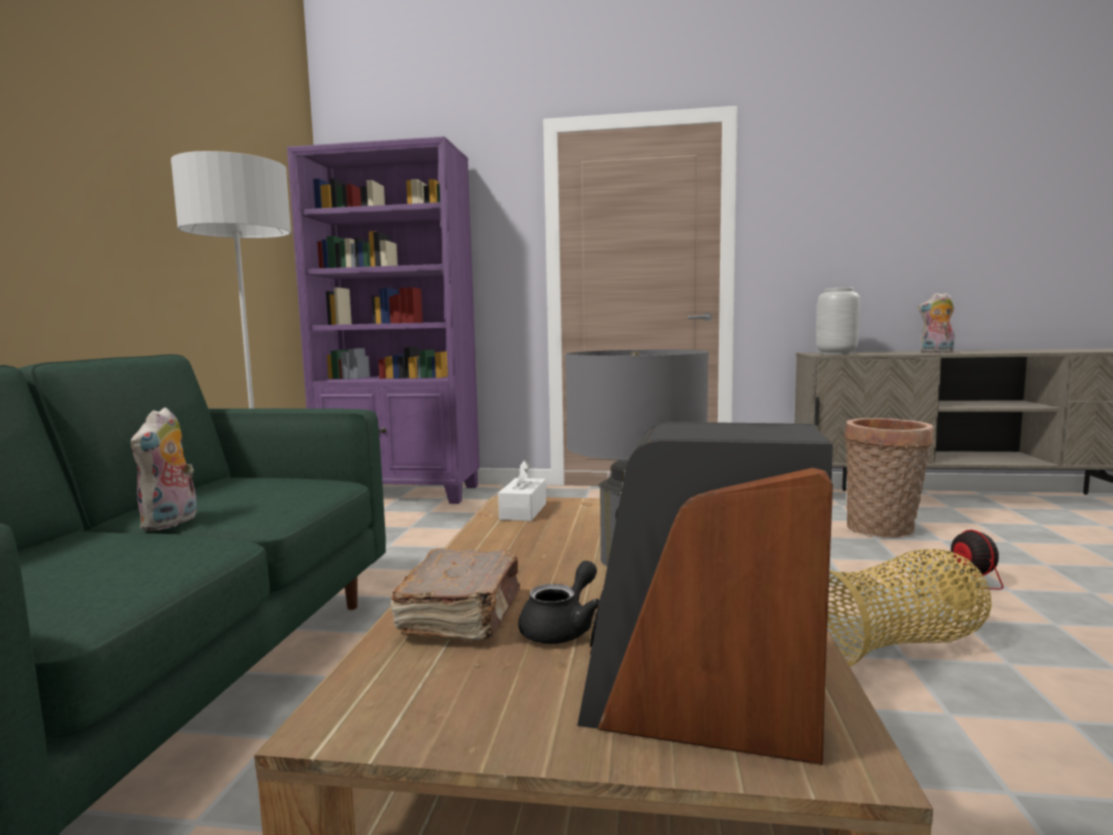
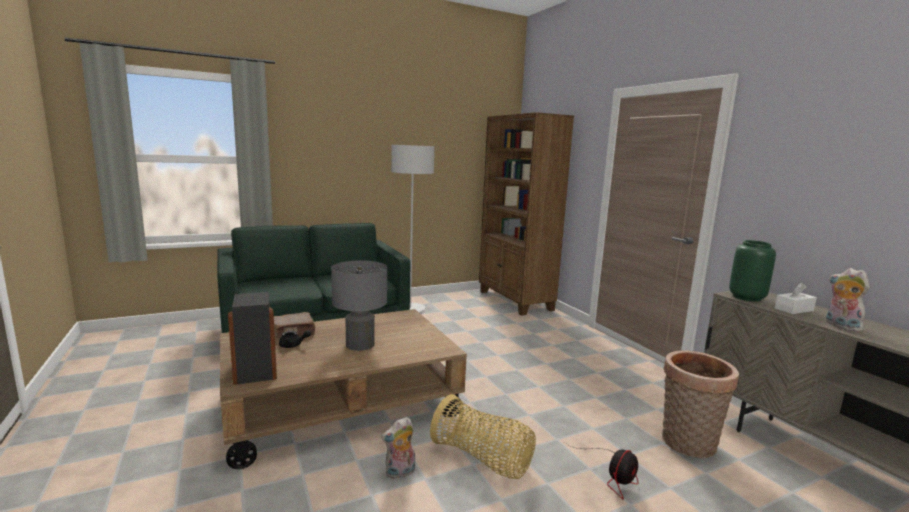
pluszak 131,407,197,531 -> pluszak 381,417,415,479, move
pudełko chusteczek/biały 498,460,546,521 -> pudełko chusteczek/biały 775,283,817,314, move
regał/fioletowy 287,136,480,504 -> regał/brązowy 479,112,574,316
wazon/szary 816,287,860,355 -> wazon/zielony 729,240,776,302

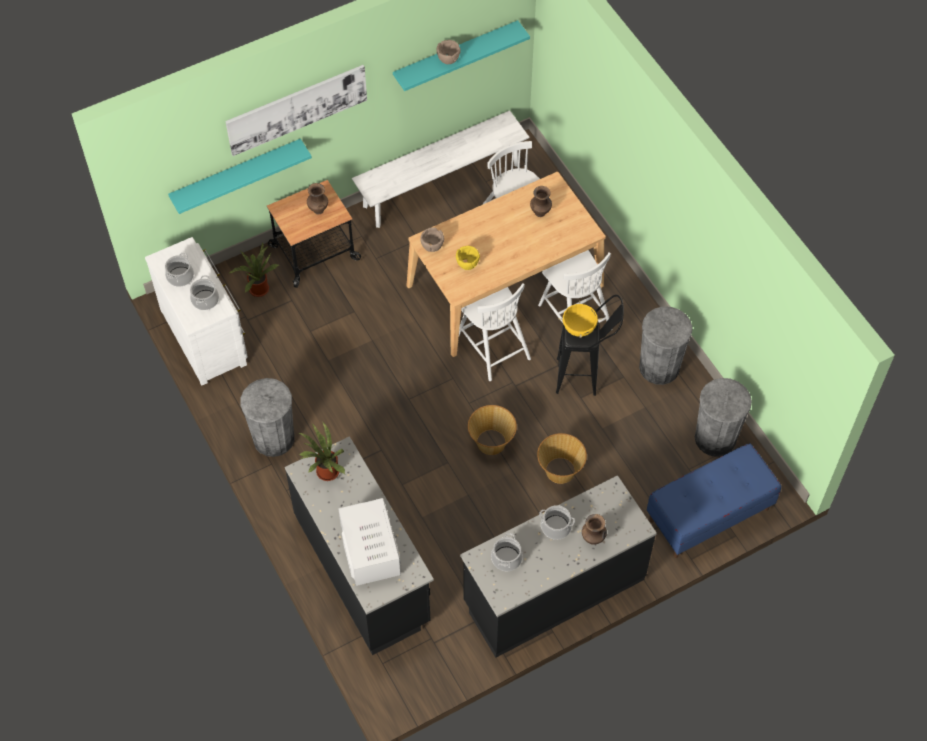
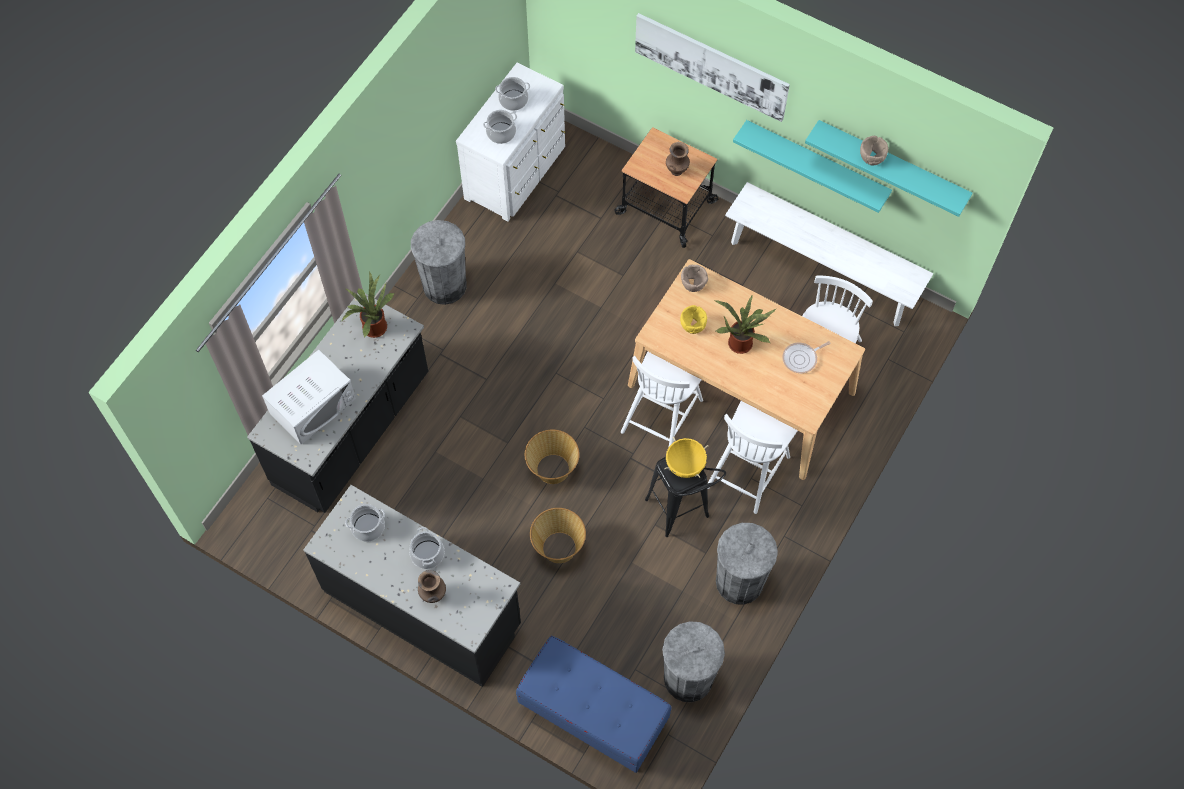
półka/turkusowy 168,139,312,214 -> półka/turkusowy 733,120,892,213, move
roślina doniczkowa 229,242,279,297 -> roślina doniczkowa 714,294,776,354, move
wazon/brązowy 530,186,552,217 -> patelnia 782,341,830,373

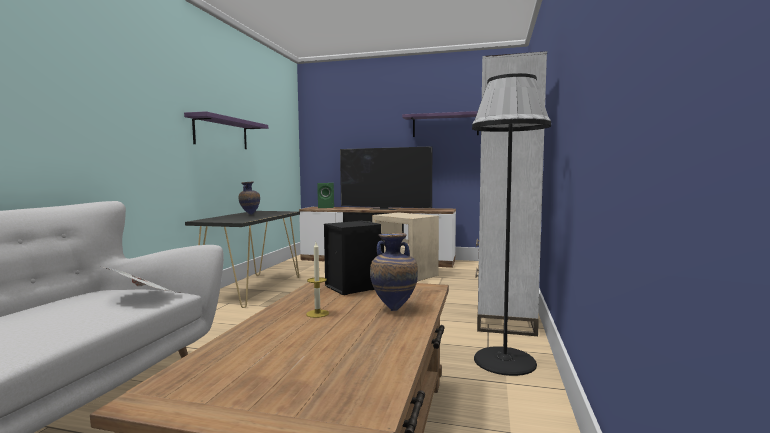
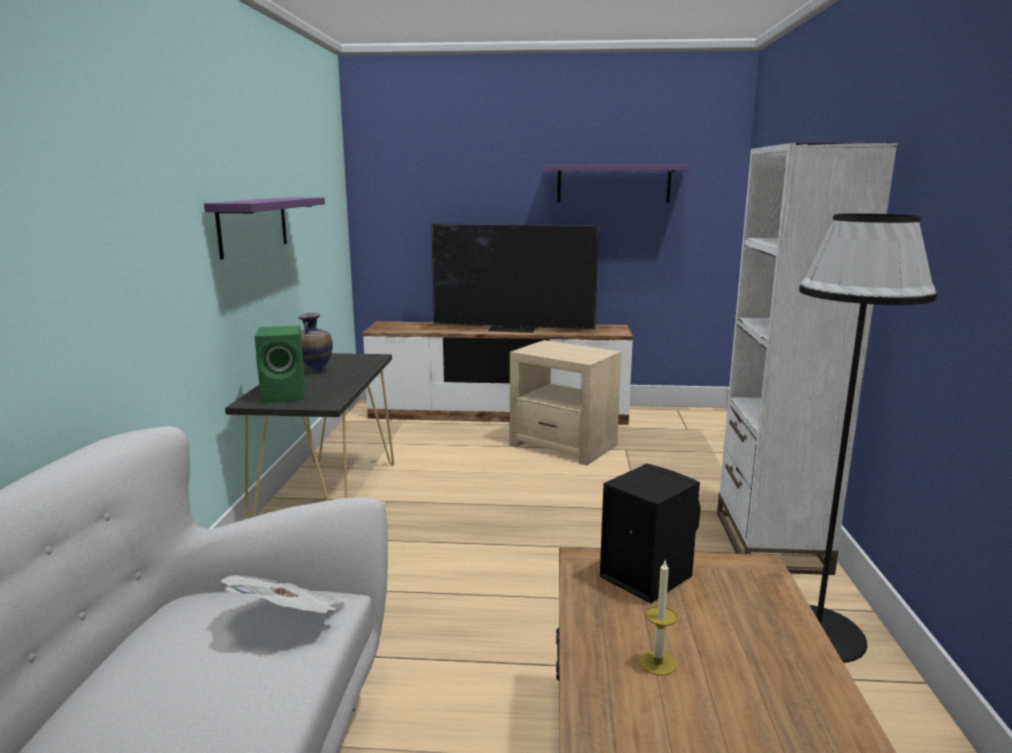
wazon 370,233,418,311 -> none
głośnik/zielony 317,183,334,208 -> głośnik/zielony 255,325,305,403, move

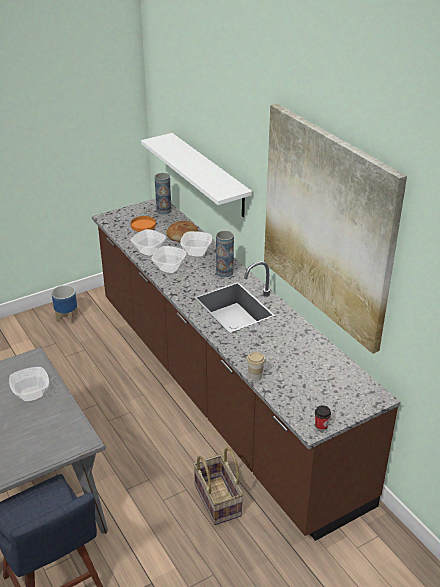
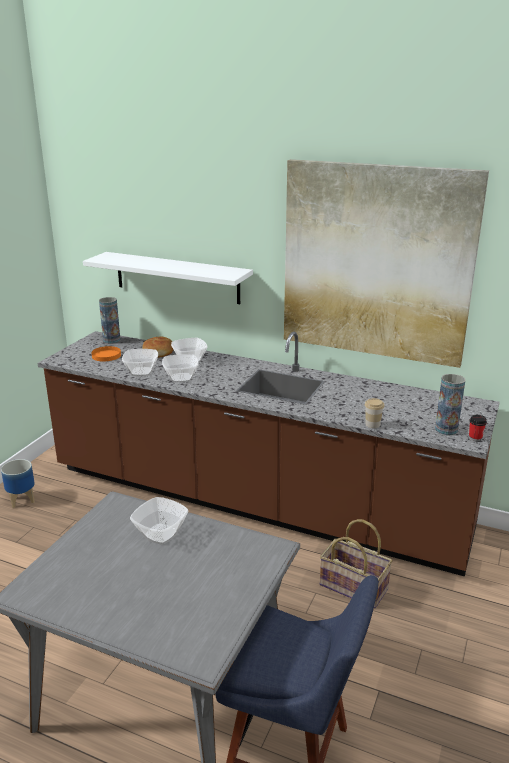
wazon 216,231,234,277 -> wazon 435,374,466,435, move

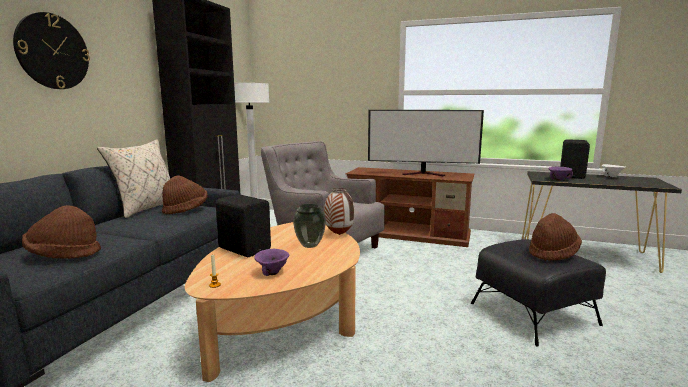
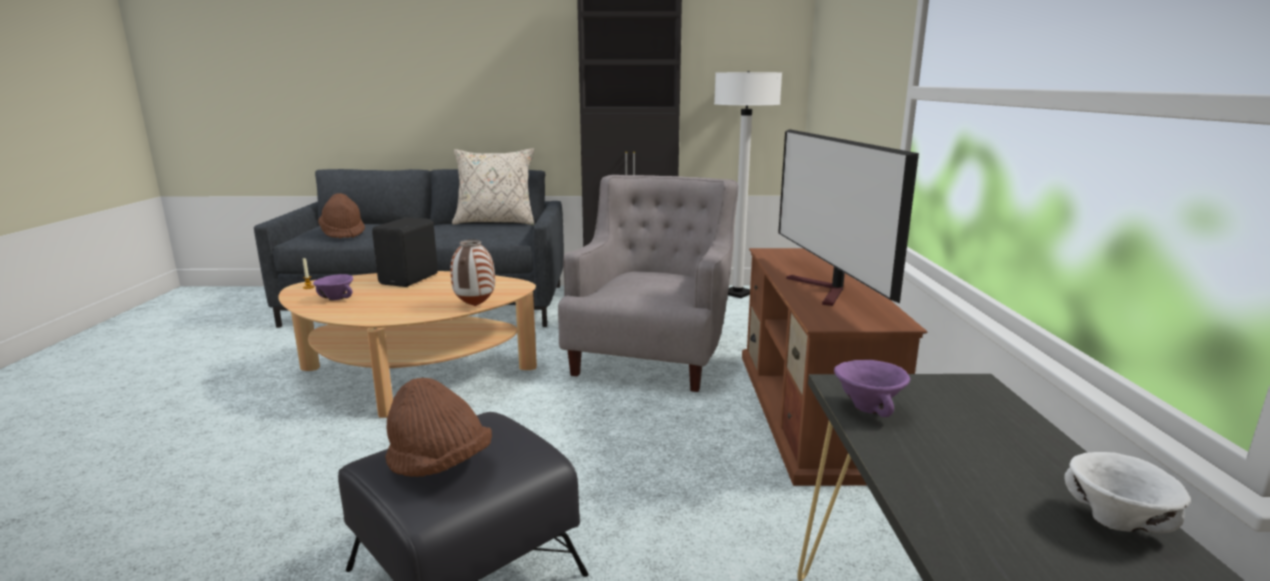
zegar ścienny 13,12,90,89 -> none
kapelusz/brązowy 162,175,208,215 -> none
wazon 293,204,326,248 -> none
głośnik/czarny 560,139,590,179 -> none

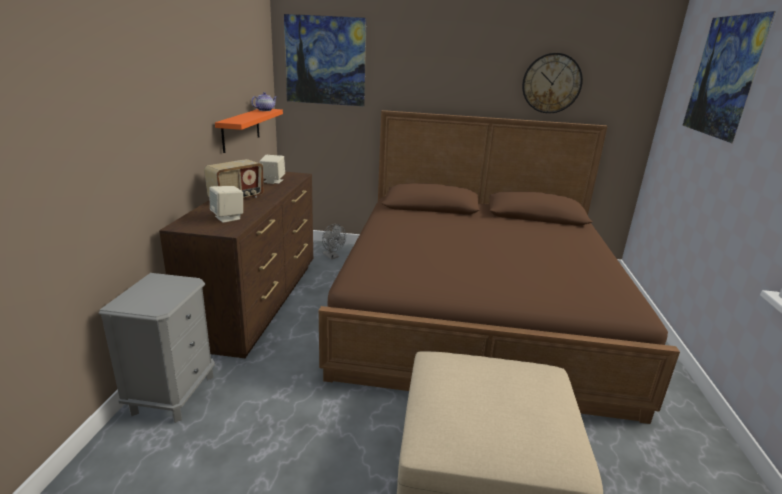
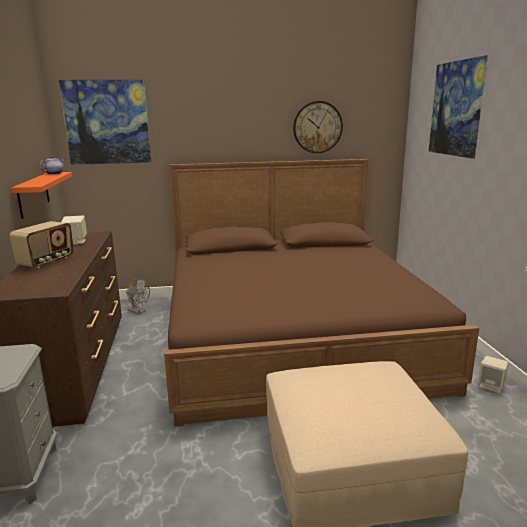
głośnik/beżowy 209,186,243,223 -> głośnik/beżowy 478,356,509,393, move

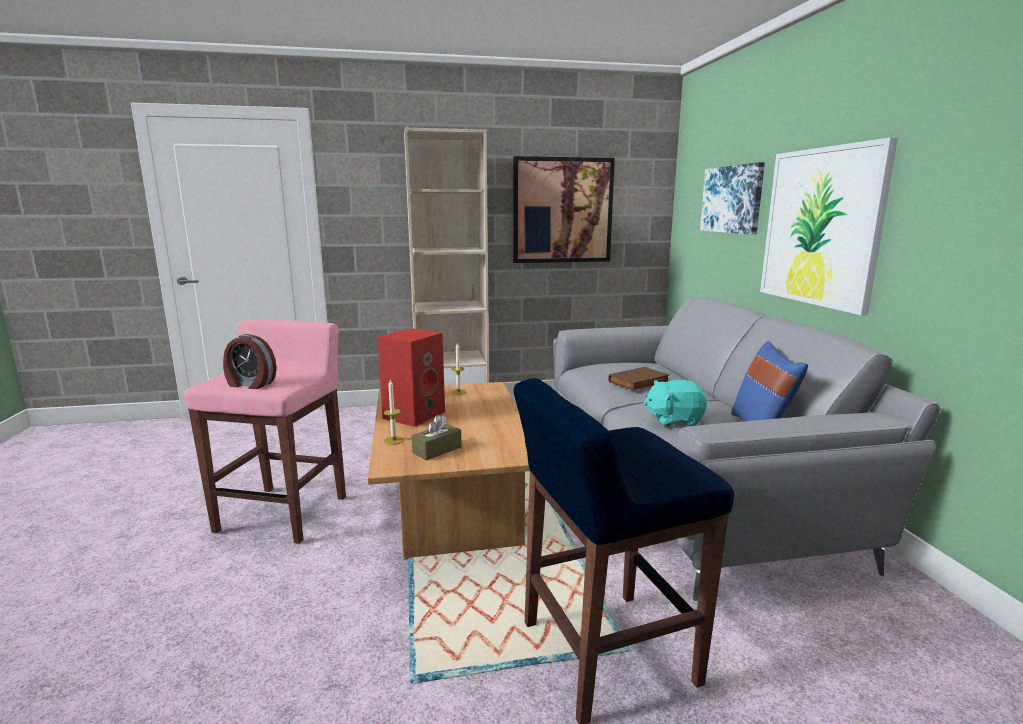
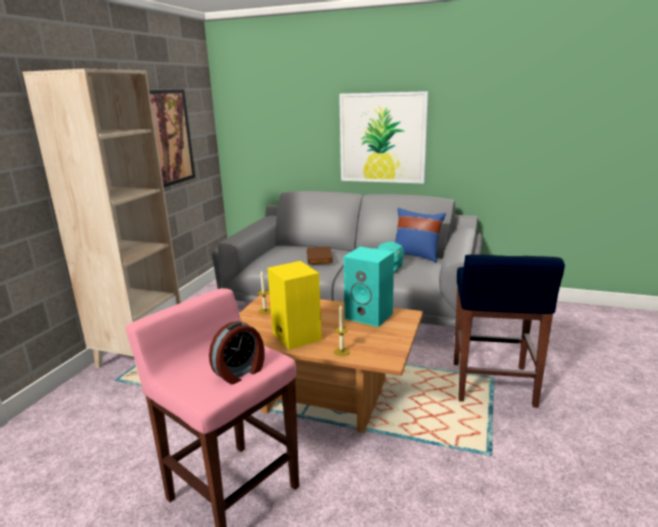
pudełko chusteczek/brązowy 412,415,462,460 -> none
obraz 700,162,765,234 -> none
none -> głośnik/turkusowy 344,247,394,327
głośnik/czerwony 377,328,445,427 -> głośnik/żółty 267,261,322,350

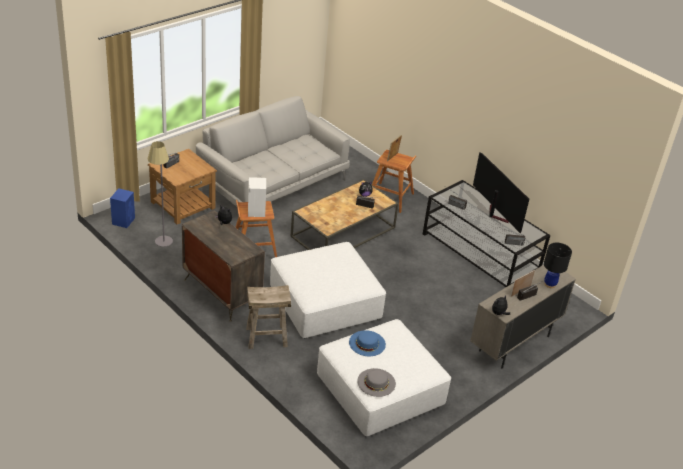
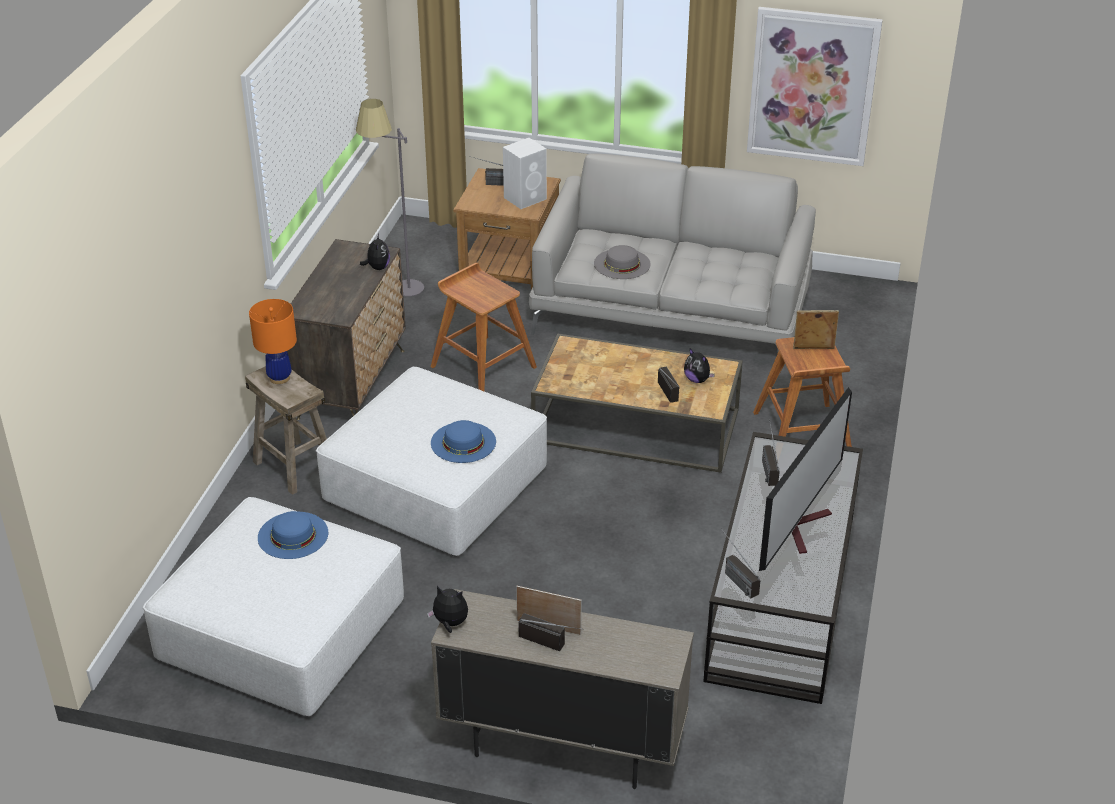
głośnik/niebieski 110,188,135,228 -> none
lampa stołowa/czarny 544,243,572,288 -> none
none -> lampa stołowa/pomarańczowy 249,299,297,384
none -> kapelusz/niebieski 431,420,496,463
none -> obraz 747,7,883,166
głośnik/biały 248,177,266,217 -> głośnik/biały 503,138,547,209, move
kapelusz/szary 357,368,396,397 -> kapelusz/szary 594,245,651,279, move

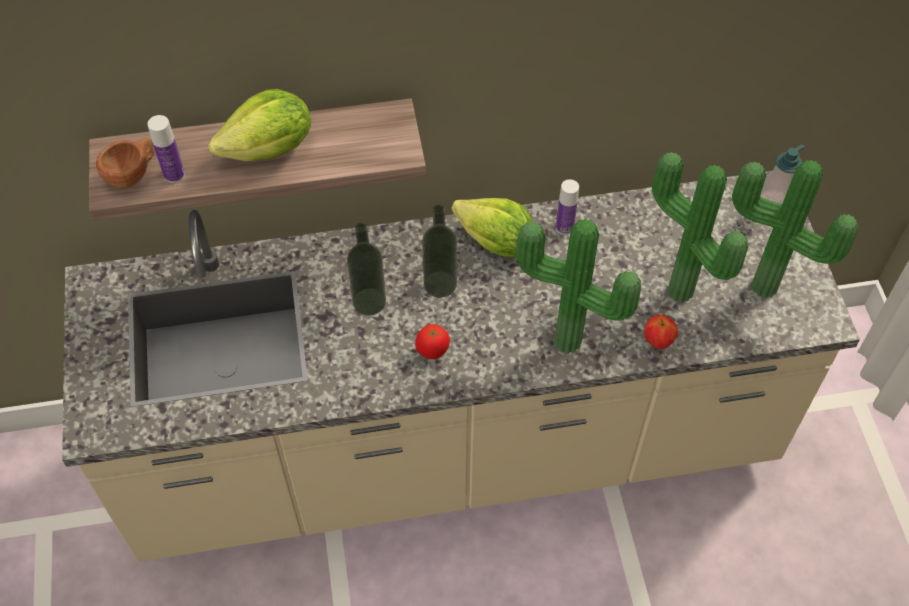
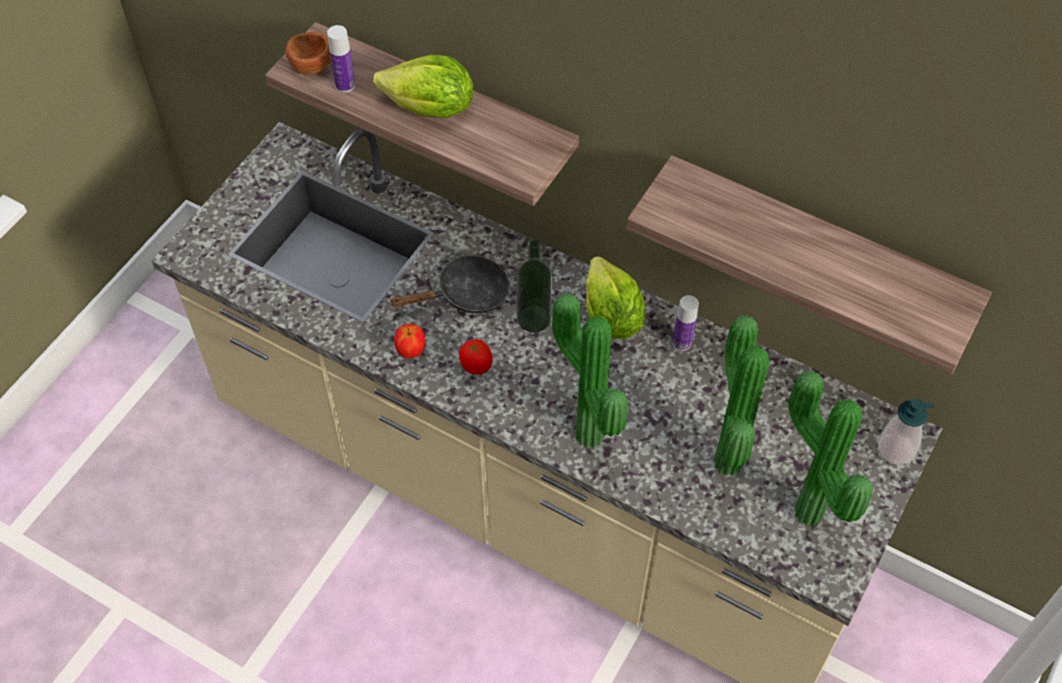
none -> półka 627,155,992,375
jabłko 644,314,678,349 -> jabłko 394,324,425,358, move
butelka 347,223,386,315 -> patelnia/czarny 389,255,510,313

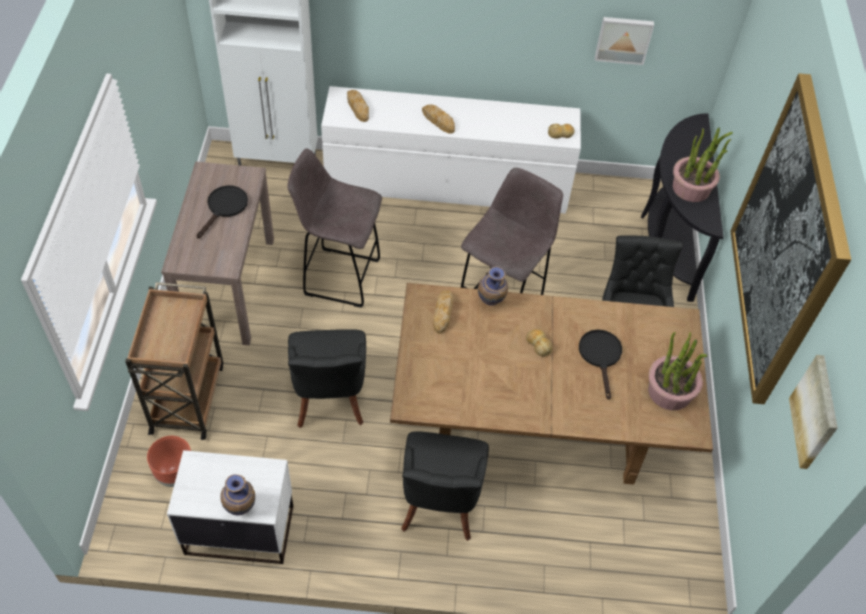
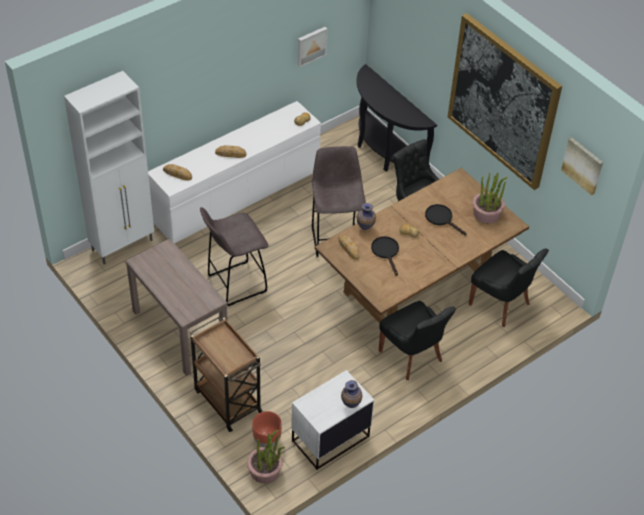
patelnia/czarny 196,186,248,238 -> patelnia/czarny 371,236,399,276, move
krzesło/czarny 288,329,366,428 -> krzesło/czarny 469,248,549,327, move
roślina doniczkowa 673,127,733,202 -> roślina doniczkowa 247,430,285,484, move

